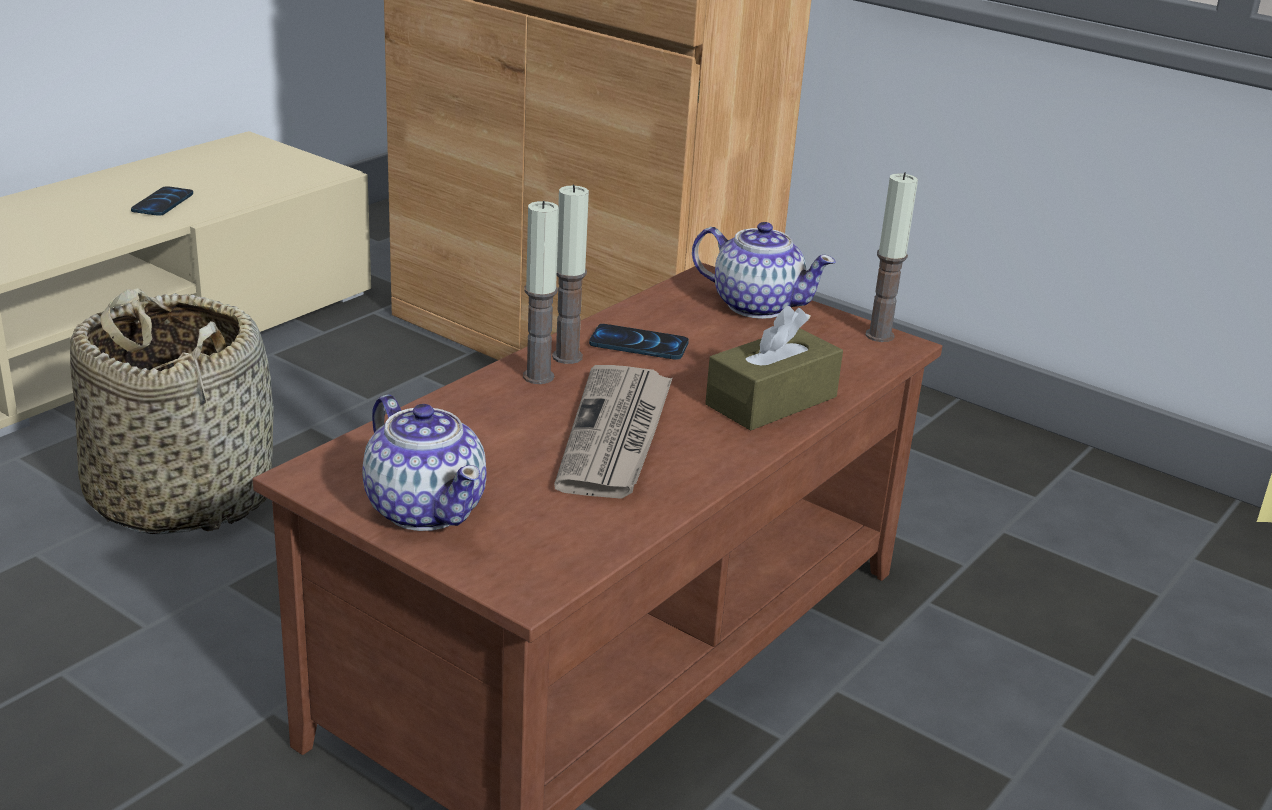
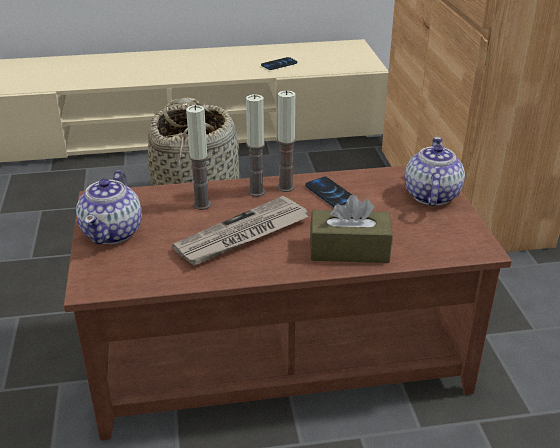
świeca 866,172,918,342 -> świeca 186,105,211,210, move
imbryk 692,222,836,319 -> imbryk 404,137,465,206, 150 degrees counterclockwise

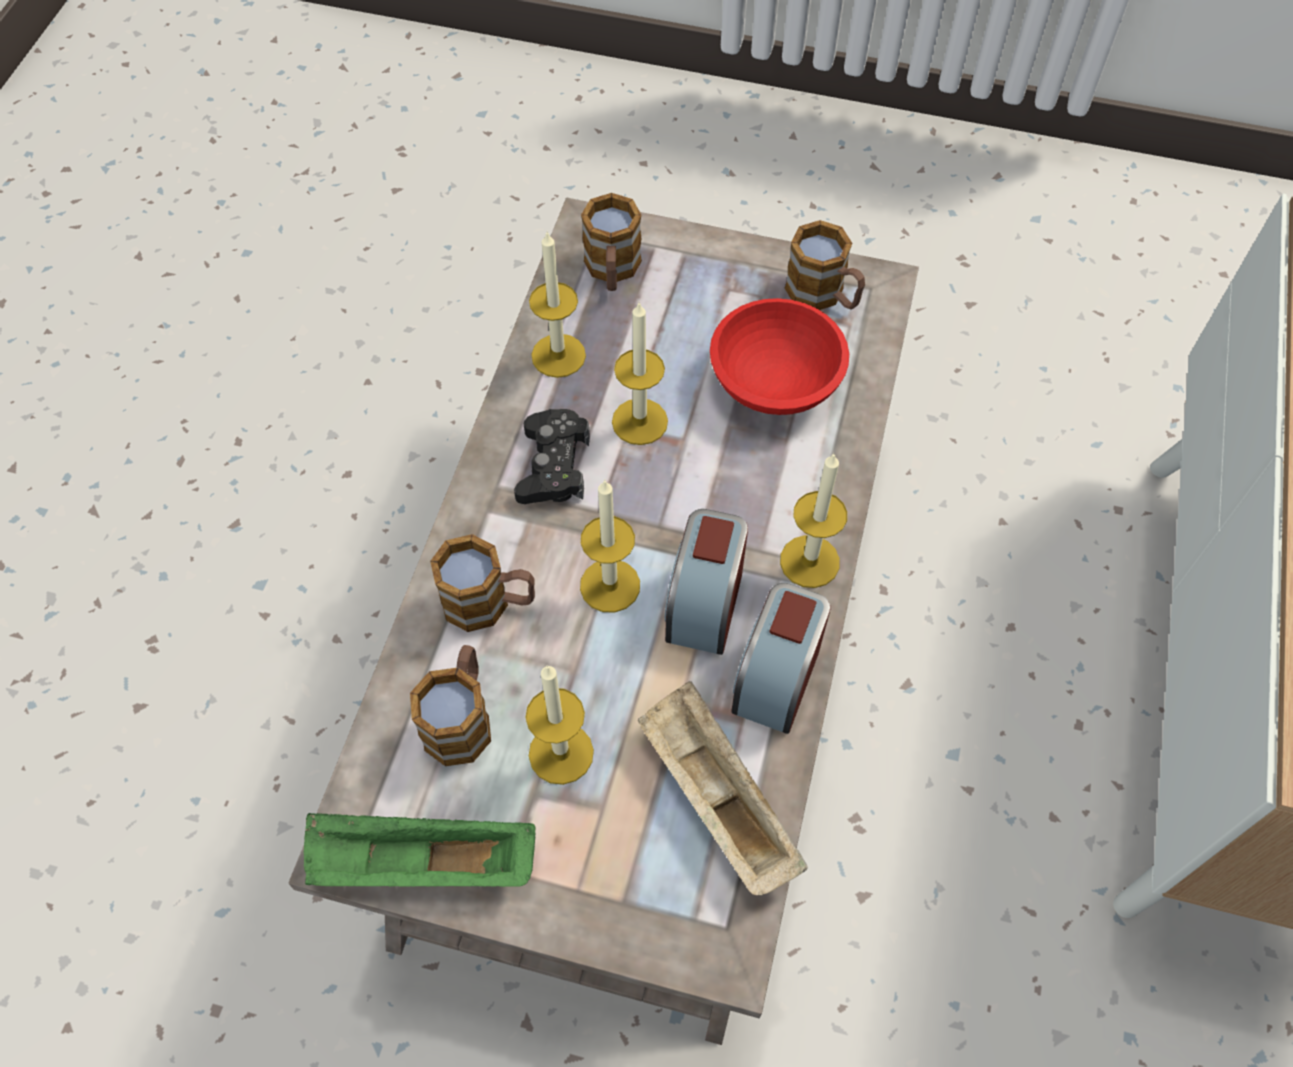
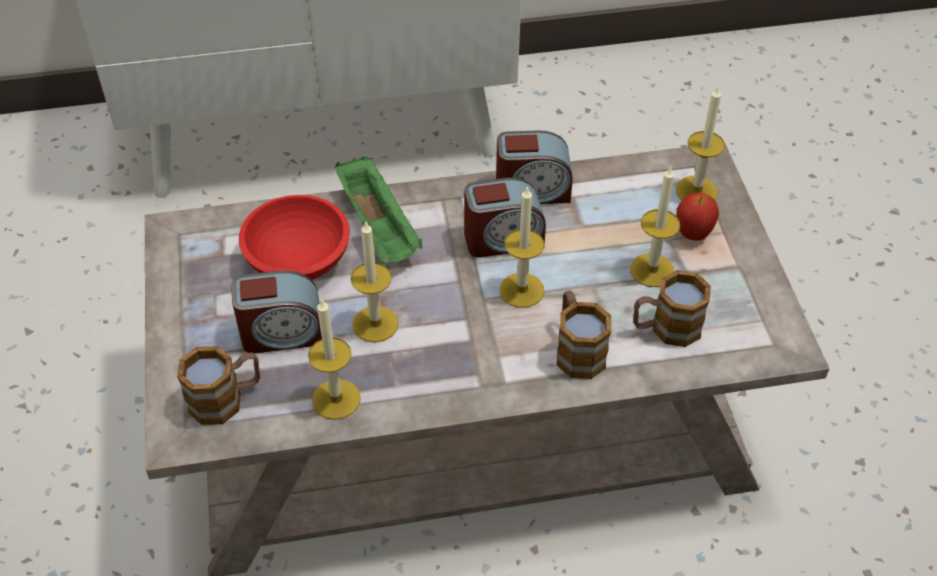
pad do gier/czarny 514,409,590,504 -> none
taca/beżowy 638,681,808,895 -> none
kubek 785,220,865,310 -> none
none -> budzik 231,270,322,354
none -> jabłko 676,193,719,241
taca/zielony 304,813,535,887 -> taca/zielony 335,156,422,264, move
świeca 780,454,847,588 -> świeca 676,85,725,200, move

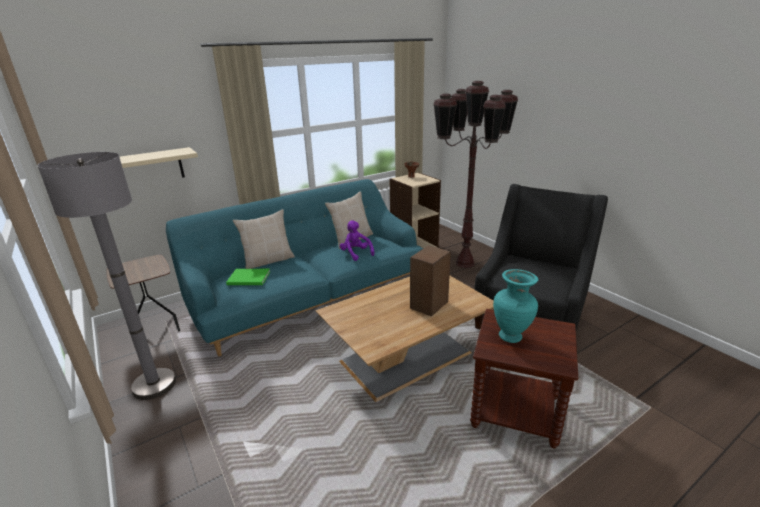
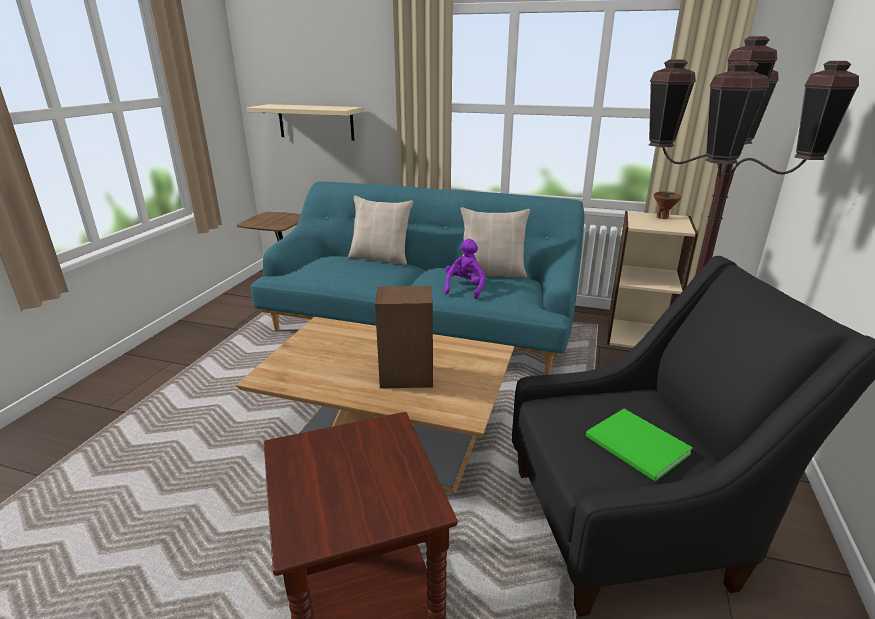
lampa stojąca/szary 37,152,176,400 -> none
wazon/turkusowy 493,269,539,343 -> none
książka/zielony 226,269,270,285 -> książka/zielony 586,409,693,481, move

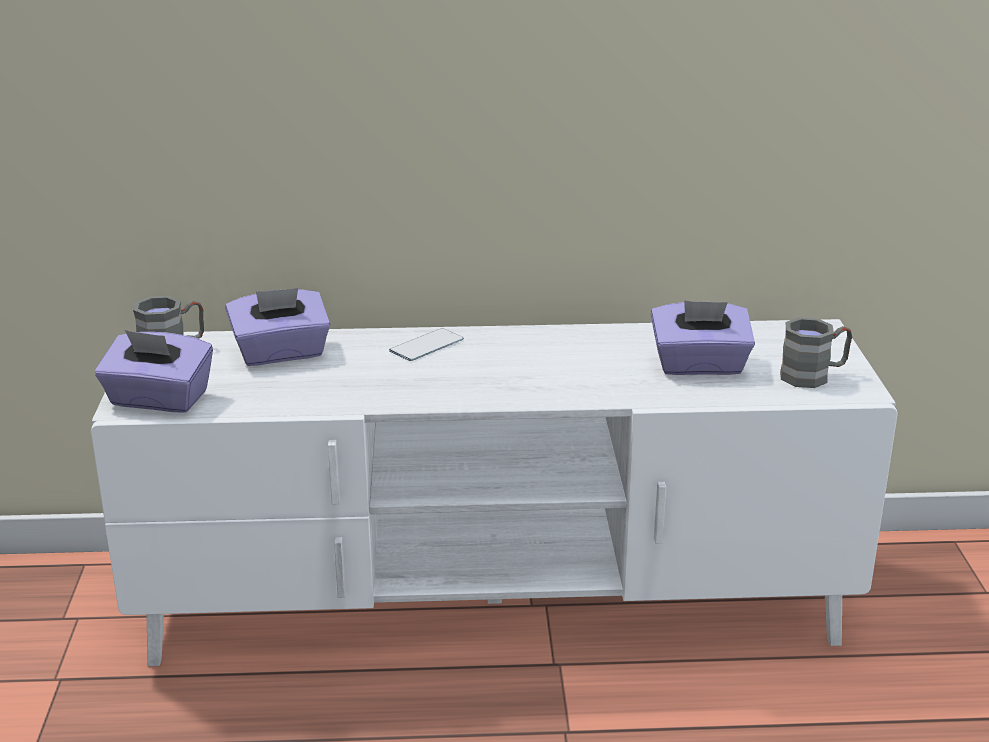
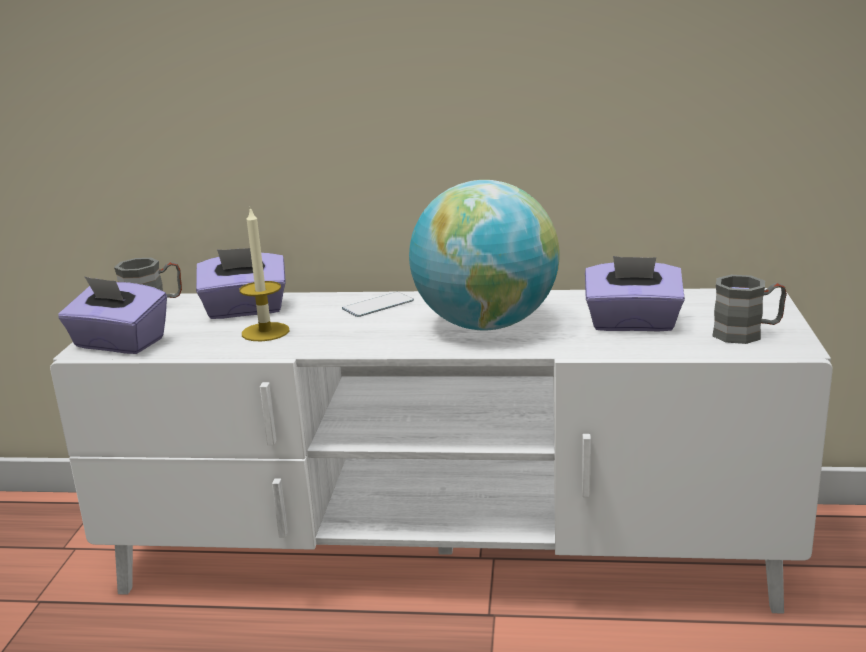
none -> świeca 240,207,290,341
none -> globus 409,180,559,330

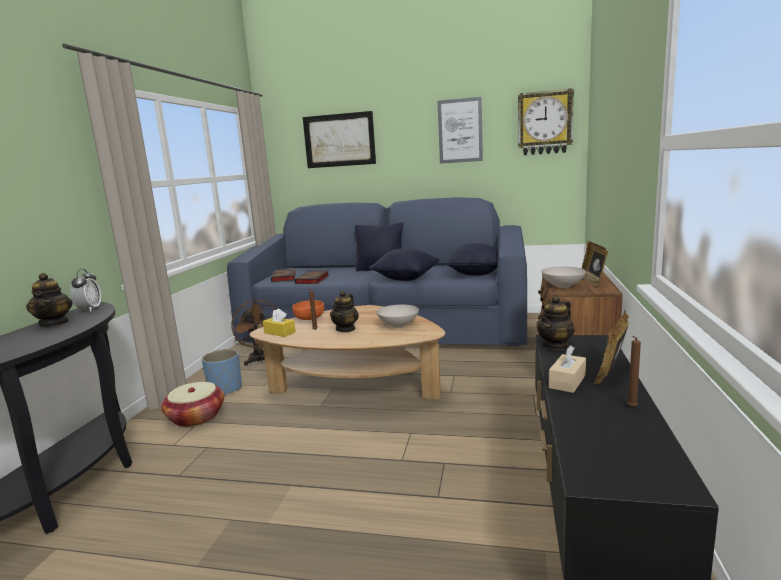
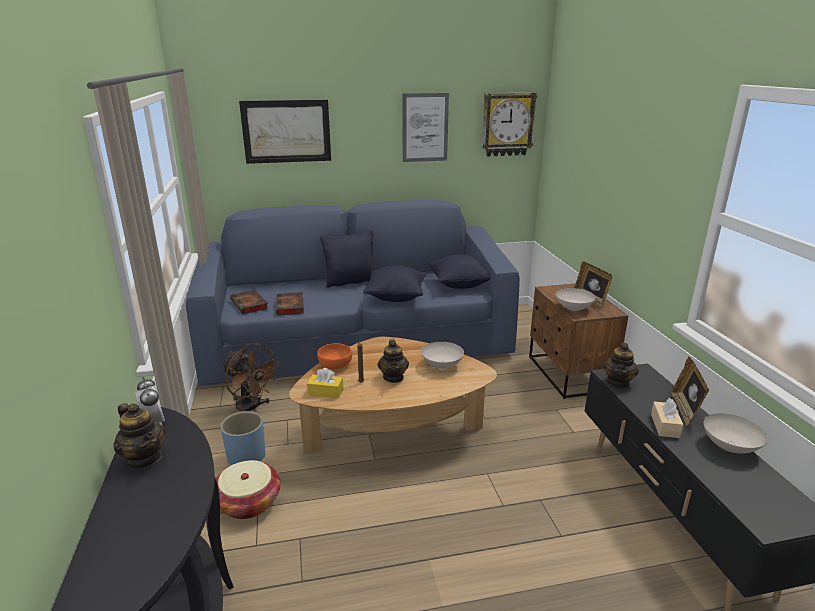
świeca/brązowy 627,336,641,408 -> miska/biały 703,413,768,454

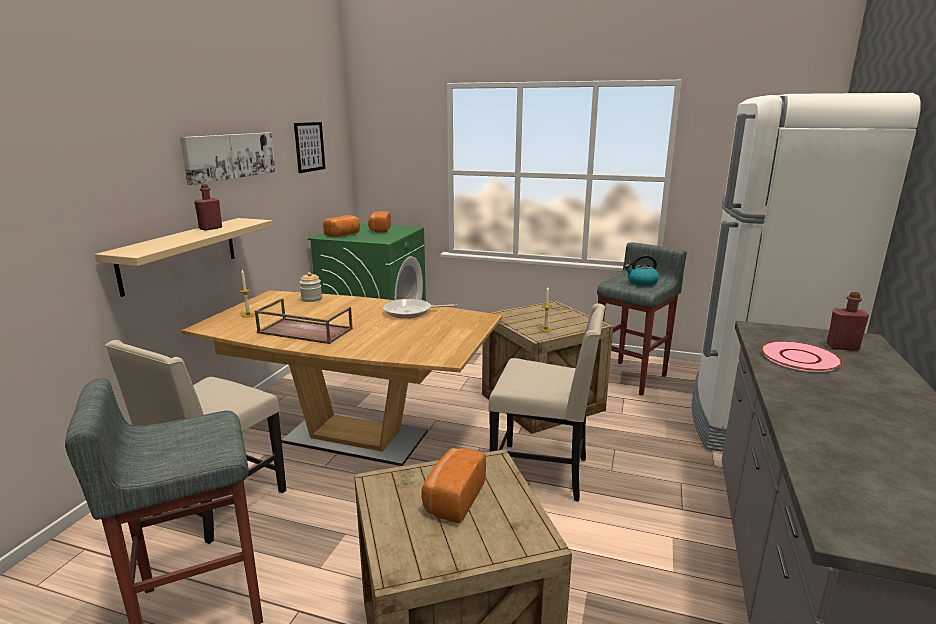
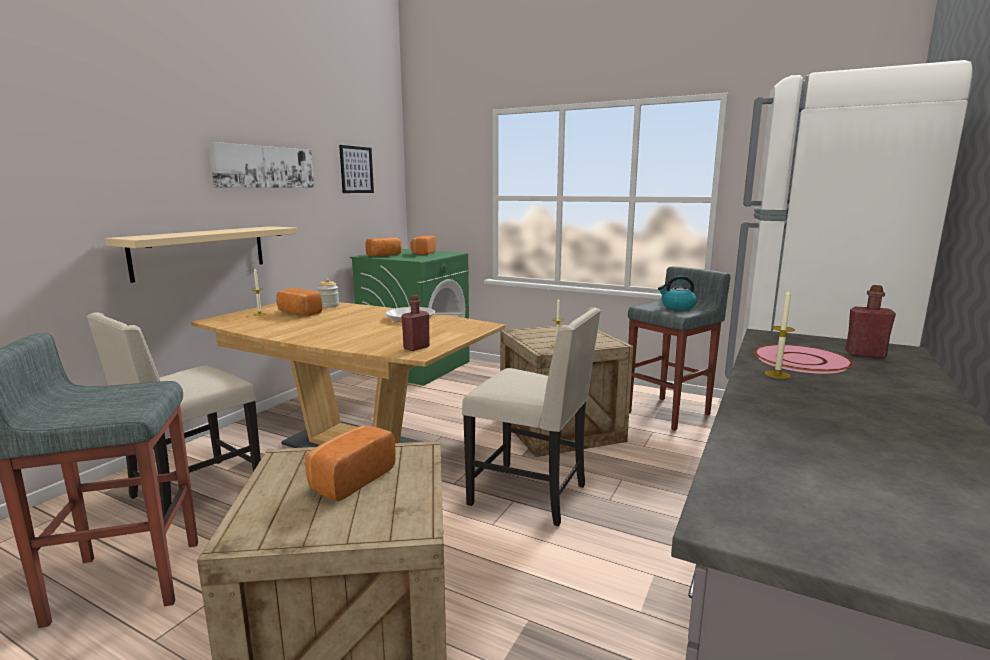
taca/brązowy 254,298,353,344 -> none
none -> chleb 276,288,322,316
none -> świeca 765,289,795,379
butelka/czerwony 194,184,222,231 -> butelka/czerwony 401,295,430,351, move

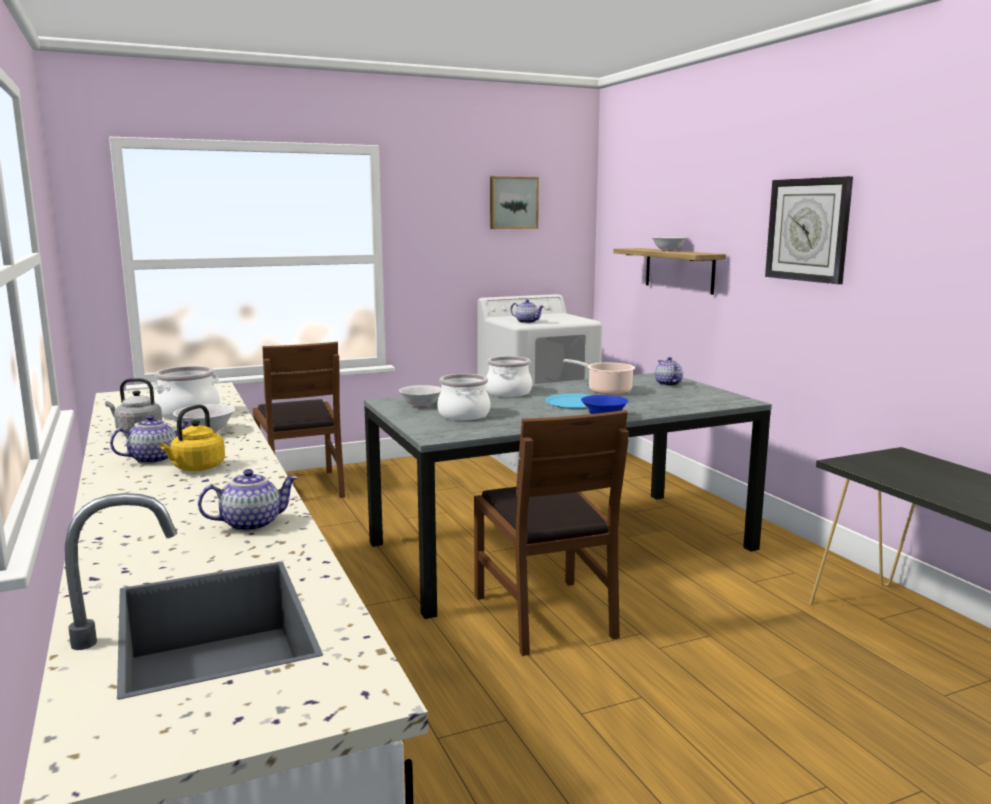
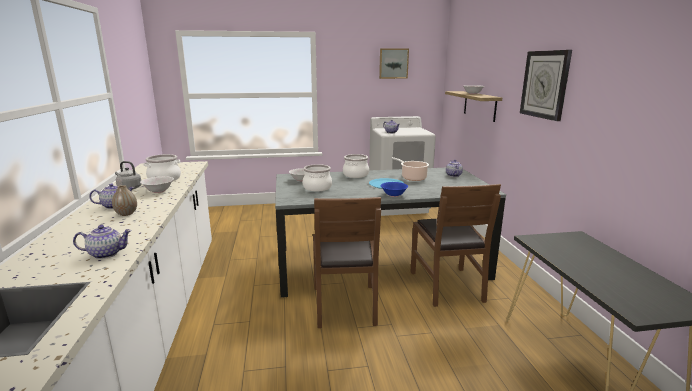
krzesło/brązowy 253,342,345,498 -> krzesło/brązowy 411,184,501,307, move
czajnik/żółty 159,405,225,471 -> wazon 112,185,137,216

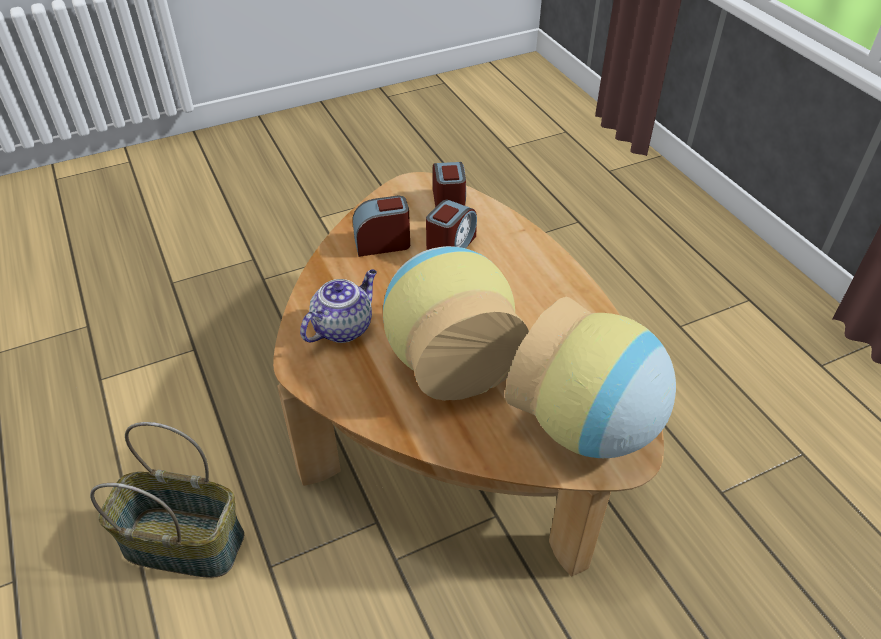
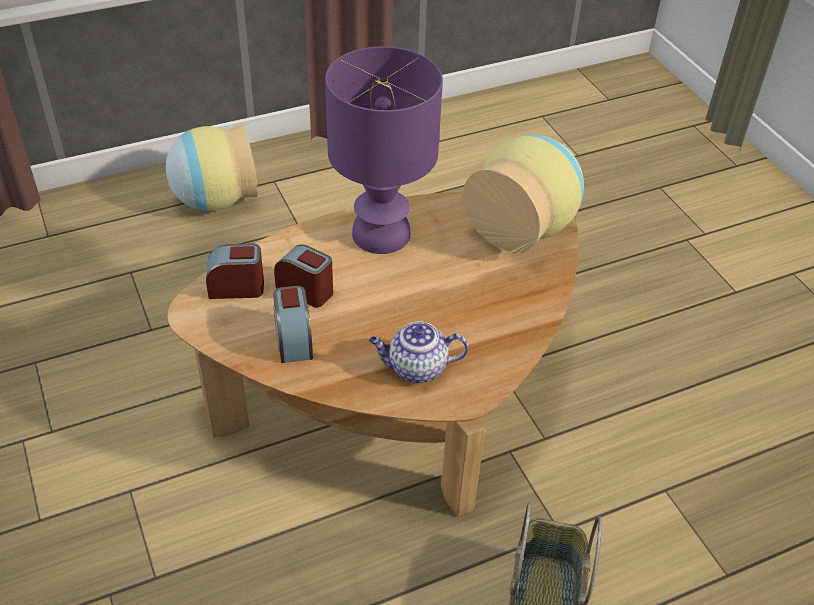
none -> lampa stołowa/fioletowy 325,47,443,254
wazon 383,246,529,401 -> wazon 166,125,258,211, move
imbryk 300,269,377,343 -> imbryk 369,321,468,383, 45 degrees counterclockwise

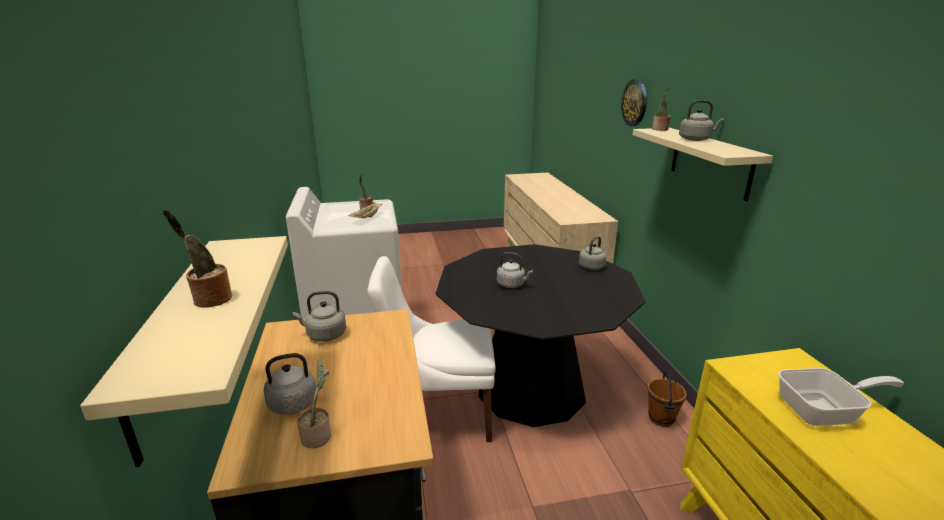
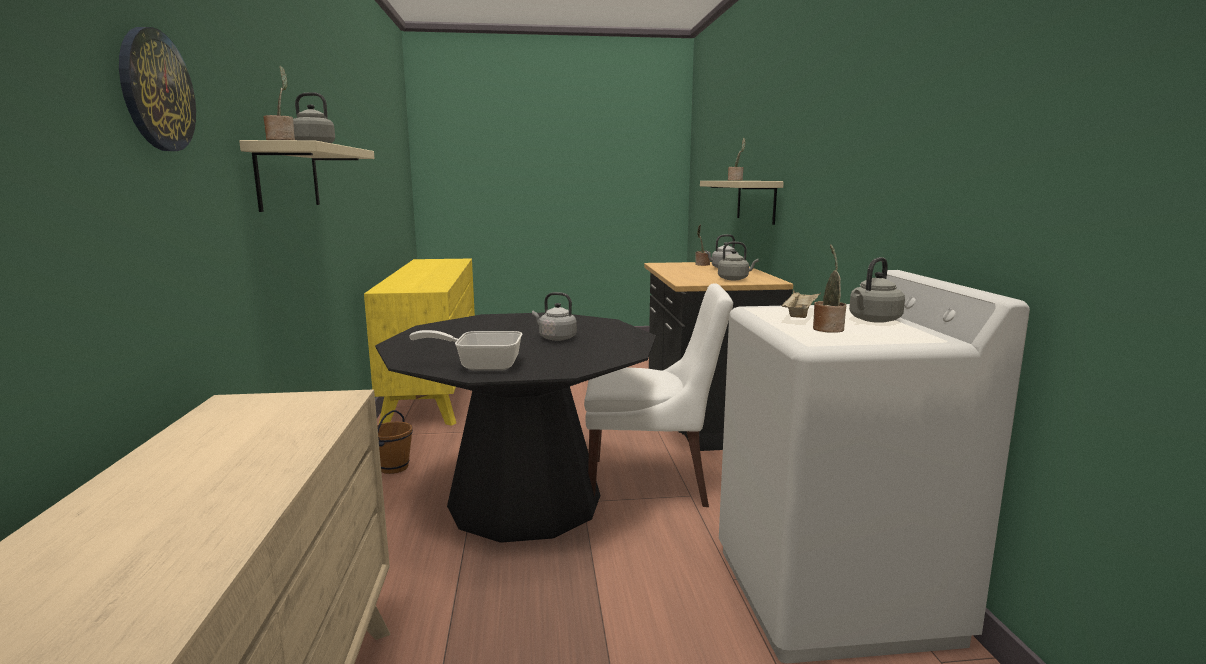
czajnik/szary 579,236,606,270 -> czajnik/szary 849,257,905,323, move
patelnia 778,368,904,426 -> patelnia 409,330,522,371, move

